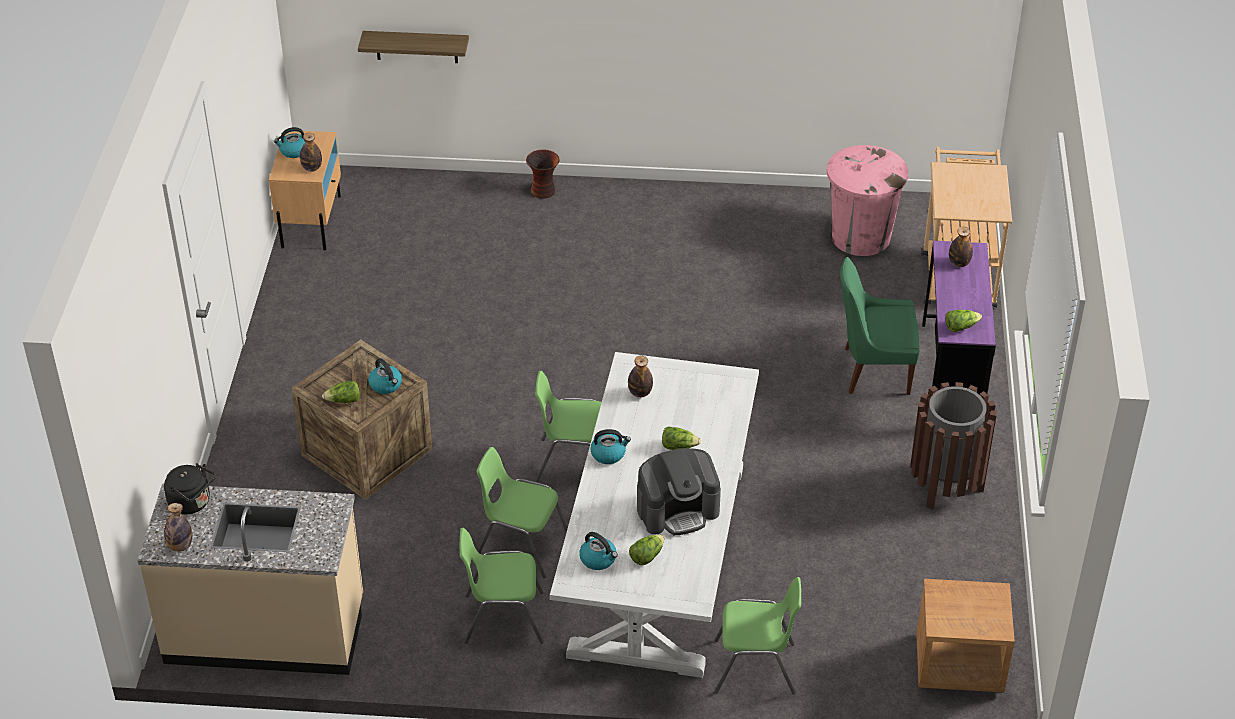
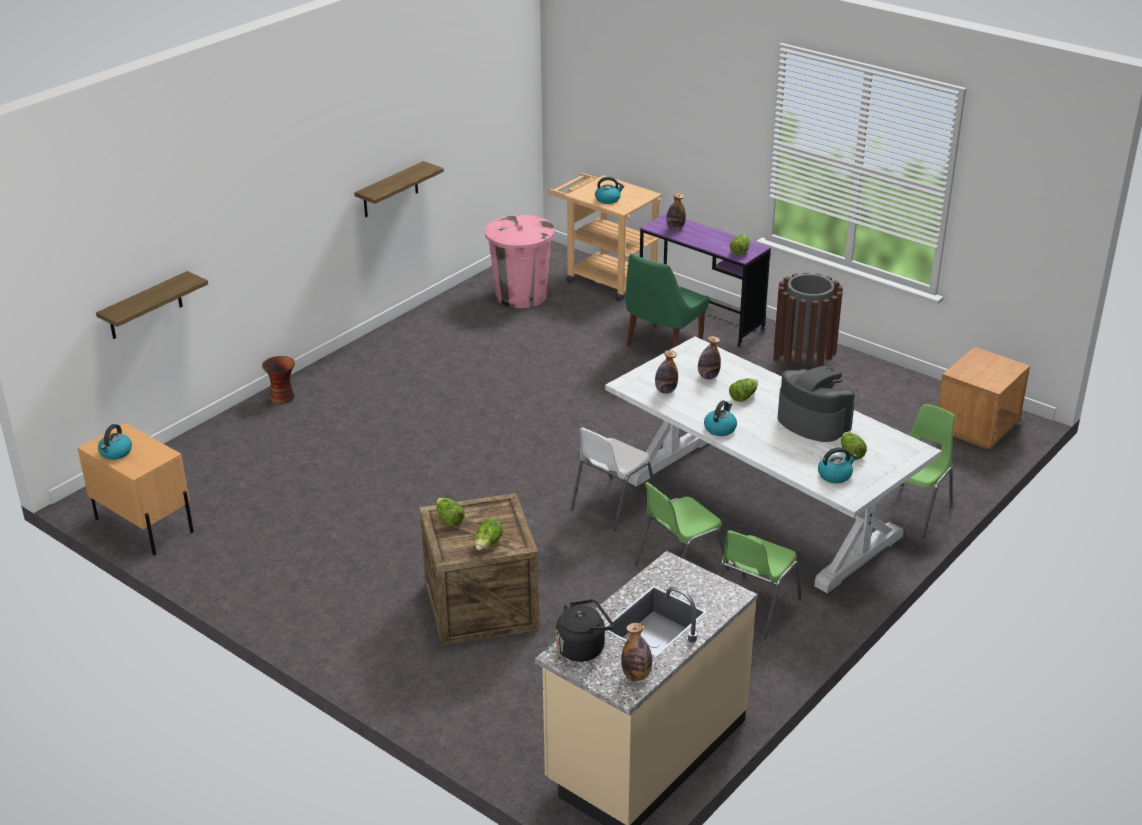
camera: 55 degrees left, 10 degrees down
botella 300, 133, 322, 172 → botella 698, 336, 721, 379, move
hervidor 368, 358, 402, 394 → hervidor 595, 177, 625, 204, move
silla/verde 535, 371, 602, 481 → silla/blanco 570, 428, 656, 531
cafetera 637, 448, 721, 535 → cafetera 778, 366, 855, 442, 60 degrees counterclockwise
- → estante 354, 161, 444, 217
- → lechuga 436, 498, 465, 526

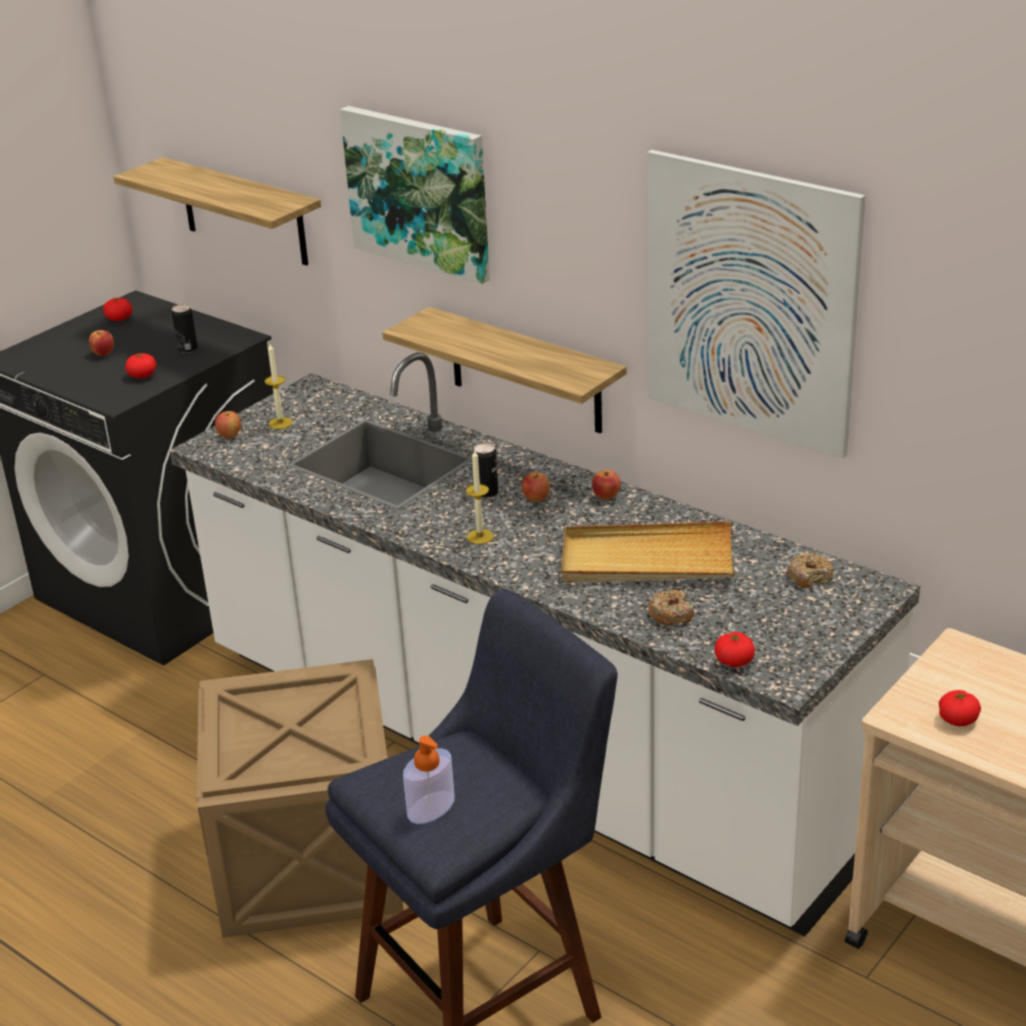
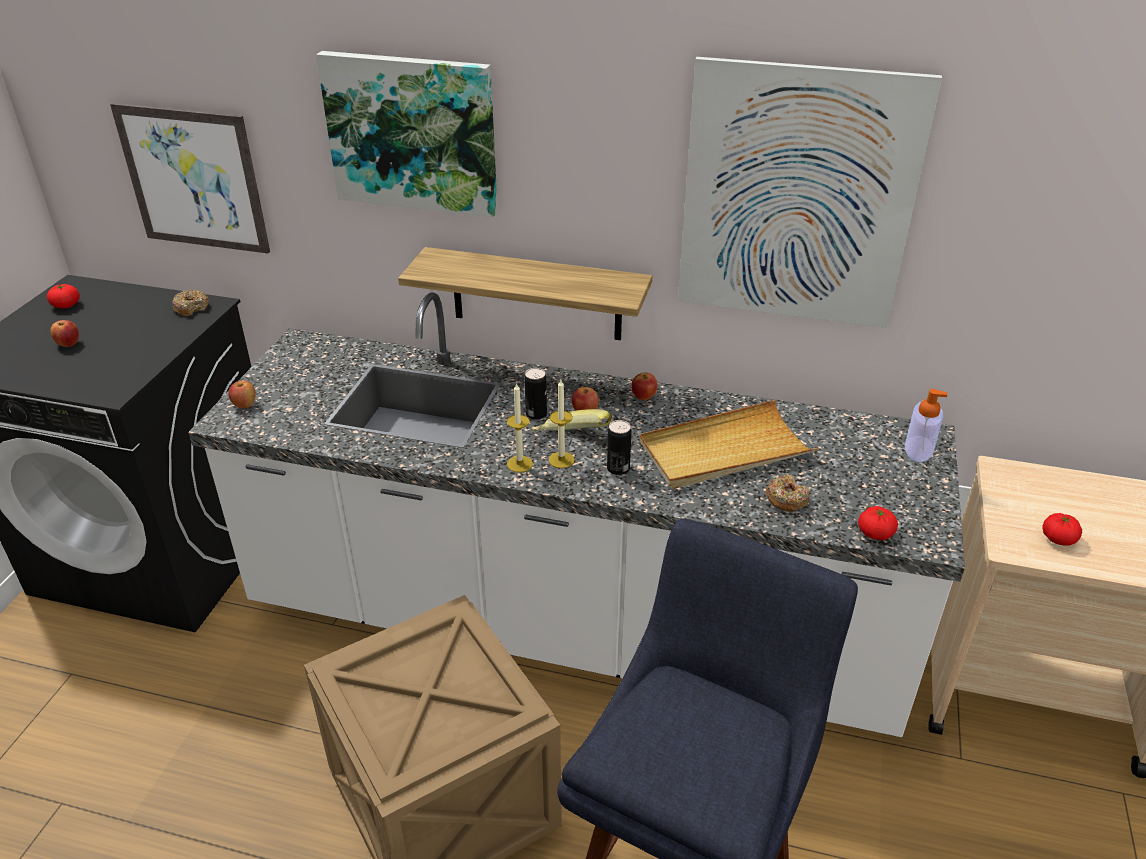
camera: 25 degrees left, 5 degrees up
estante 114, 157, 321, 266 → cuadro 110, 103, 270, 254
tomate 125, 353, 157, 378 → -
lata 172, 304, 198, 353 → lata 607, 420, 632, 475, move
vela 265, 344, 293, 429 → vela 507, 382, 533, 472, move
dispensador de jabón 403, 736, 455, 824 → dispensador de jabón 905, 389, 948, 462, move
rosquilla 787, 553, 833, 588 → rosquilla 172, 290, 209, 316, move
- → plátano 532, 409, 612, 431

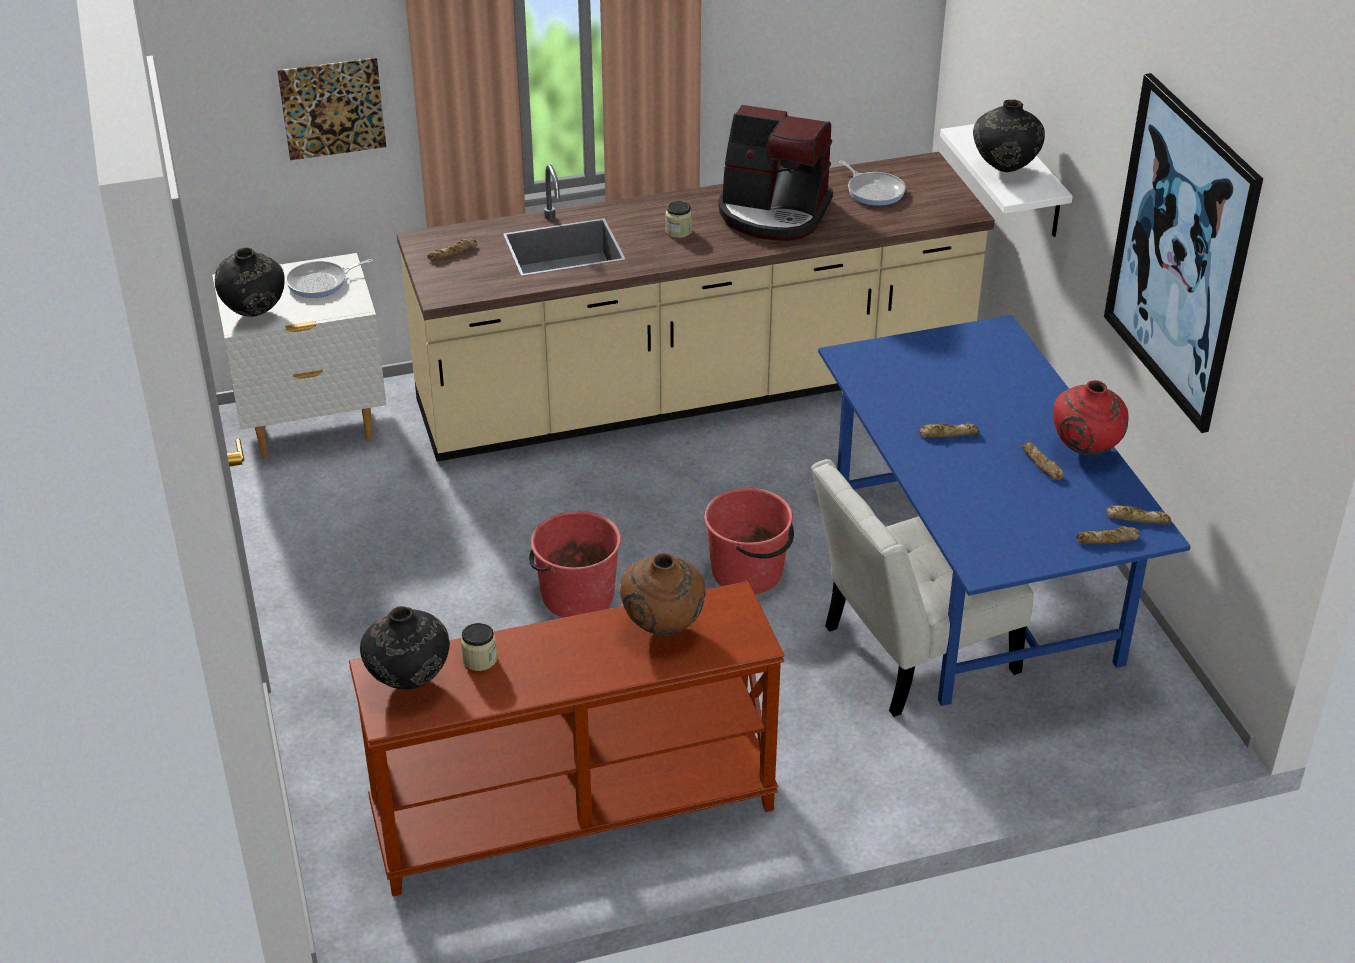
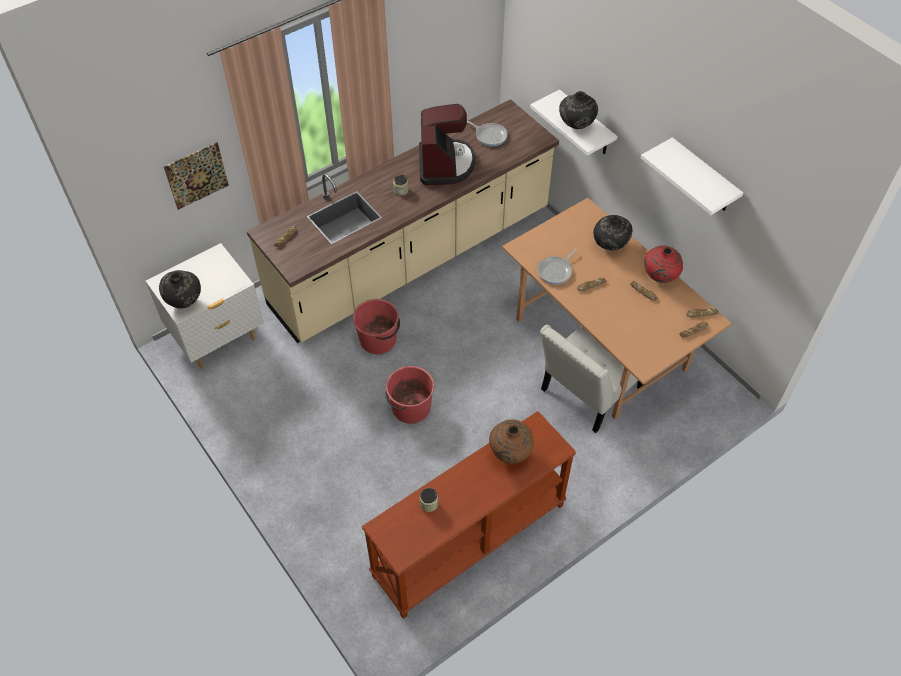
camera: 20 degrees left, 15 degrees up
sartén 286, 259, 373, 298 → sartén 537, 249, 577, 285, move
florero/negro 360, 606, 450, 689 → florero/negro 593, 215, 632, 250, move
cubo/rojo 704, 488, 794, 594 → cubo/rojo 353, 299, 400, 354, move
cafetera 719, 105, 833, 241 → cafetera 419, 104, 475, 185, 90 degrees counterclockwise
mesa de comedor/azul 818, 315, 1191, 706 → mesa de comedor/marrón 502, 198, 732, 420
cuadro 1104, 73, 1263, 433 → estante/blanco 641, 137, 743, 215

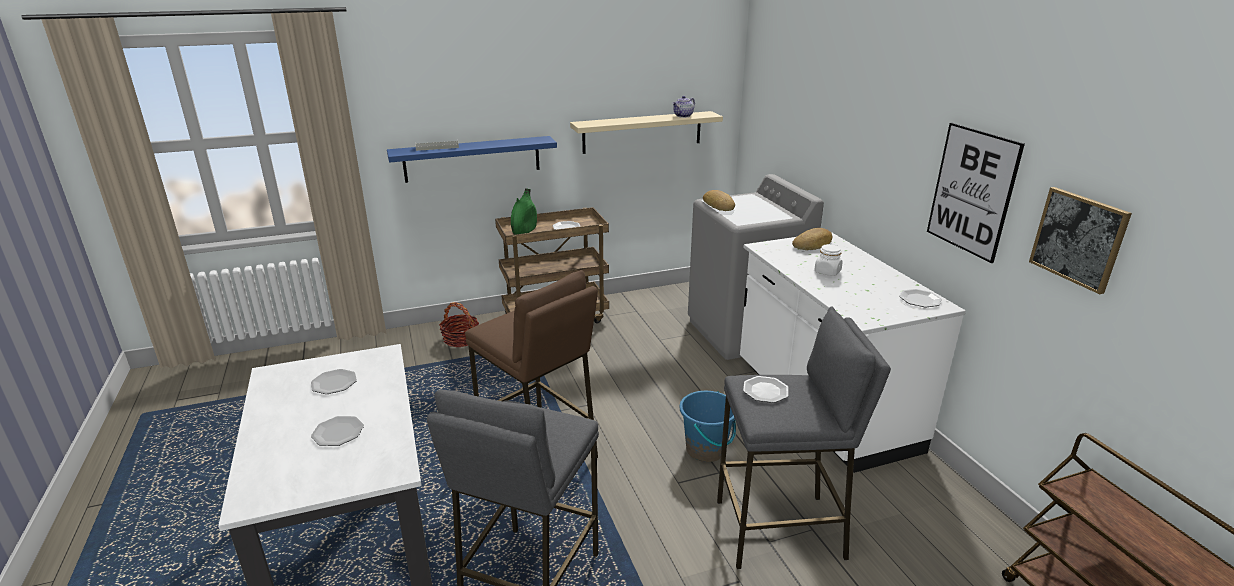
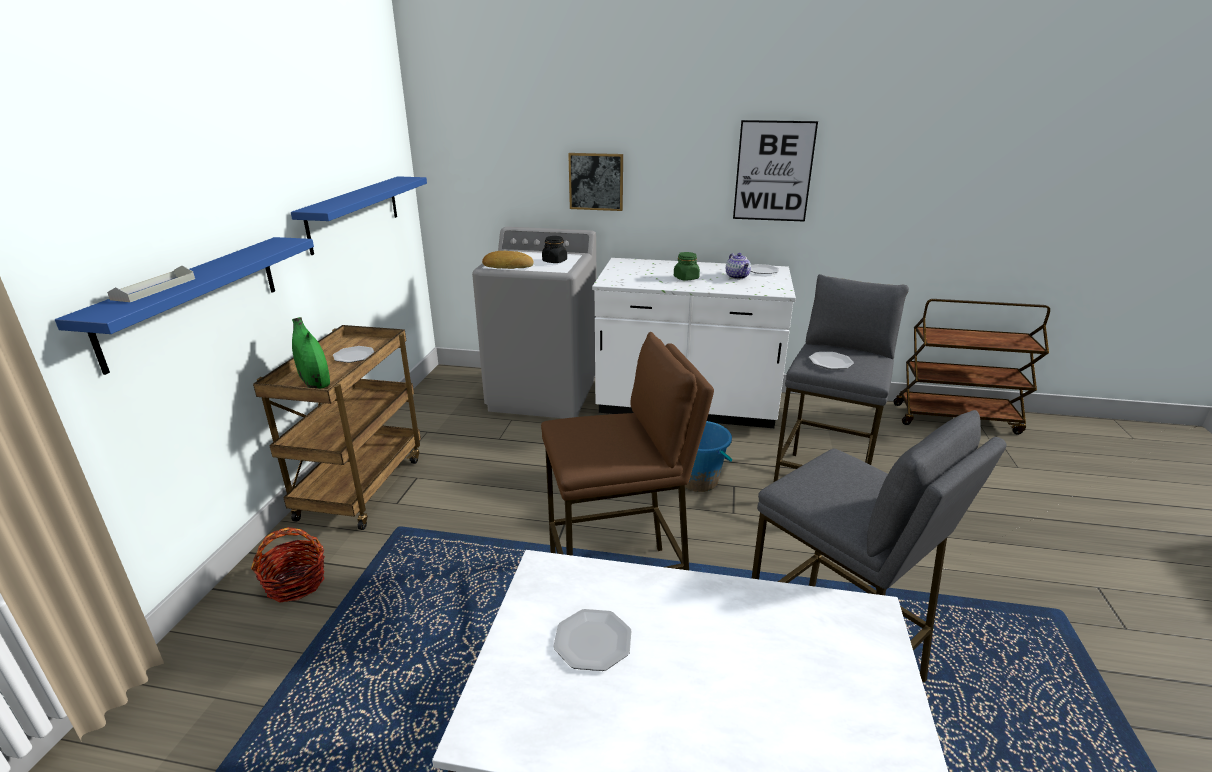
camera: 60 degrees left, 0 degrees up
plato 311, 416, 364, 446 → -
estante/beis 570, 111, 723, 154 → estante/azul 291, 176, 427, 255
tetera 672, 96, 695, 118 → tetera 726, 253, 751, 279, move
pan 792, 228, 832, 250 → -
tarro/blanco 814, 244, 843, 276 → tarro/verde 674, 252, 700, 281
cuadro 1029, 187, 1132, 294 → cuadro 568, 153, 623, 211, move
- → tarro/negro 542, 236, 567, 263

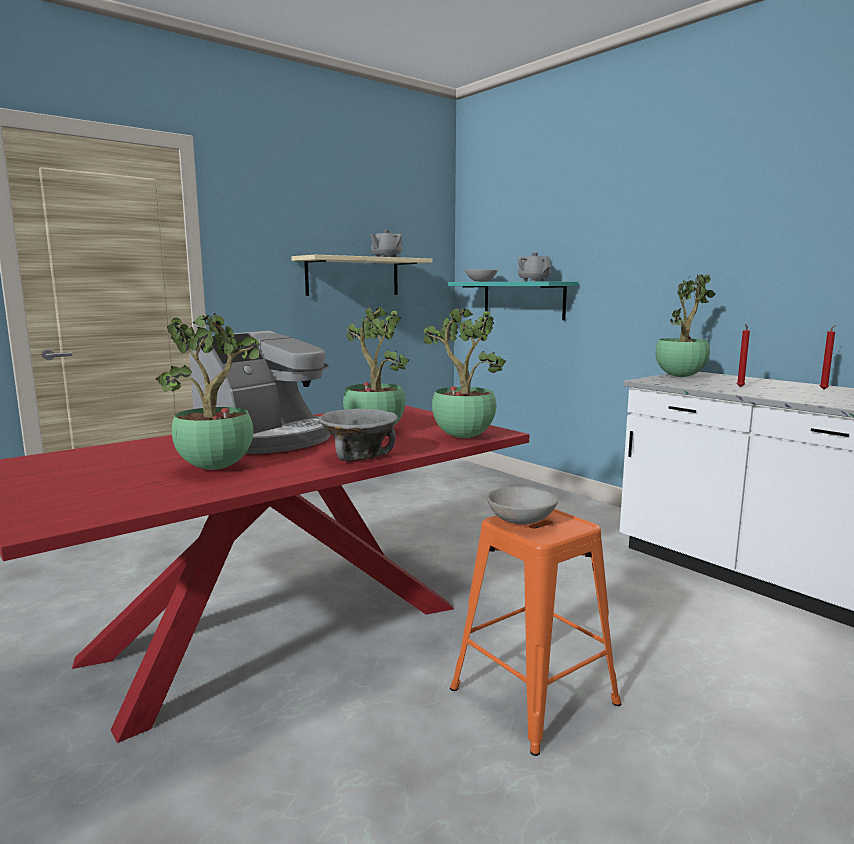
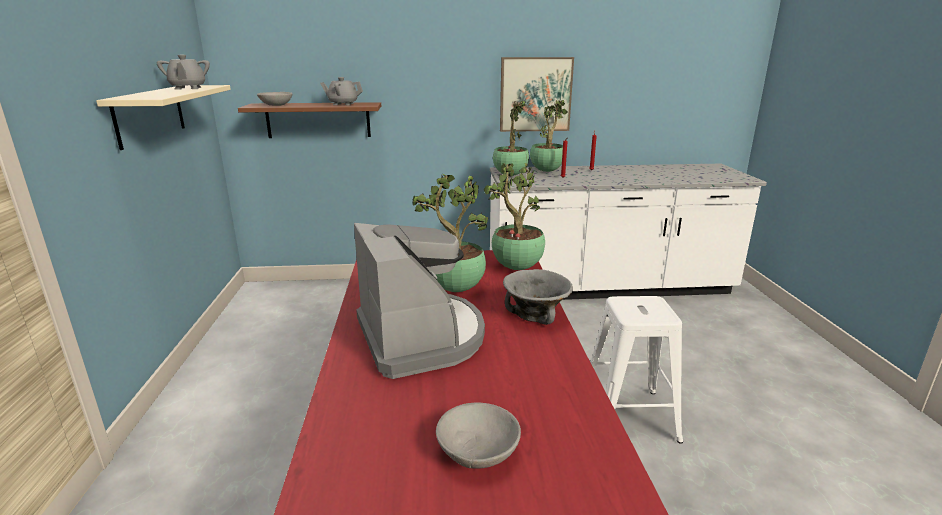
camera: 55 degrees left, 10 degrees up
planta en maceta 156, 313, 261, 470 → planta en maceta 530, 99, 568, 172, move
estante/turquesa 448, 281, 579, 320 → estante/marrón 238, 102, 381, 138
taburete/naranja 450, 509, 621, 756 → taburete/blanco 590, 296, 683, 444
cuenco/gris 487, 486, 558, 525 → cuenco/gris 436, 403, 521, 469, move
- → cuadro 500, 57, 574, 132

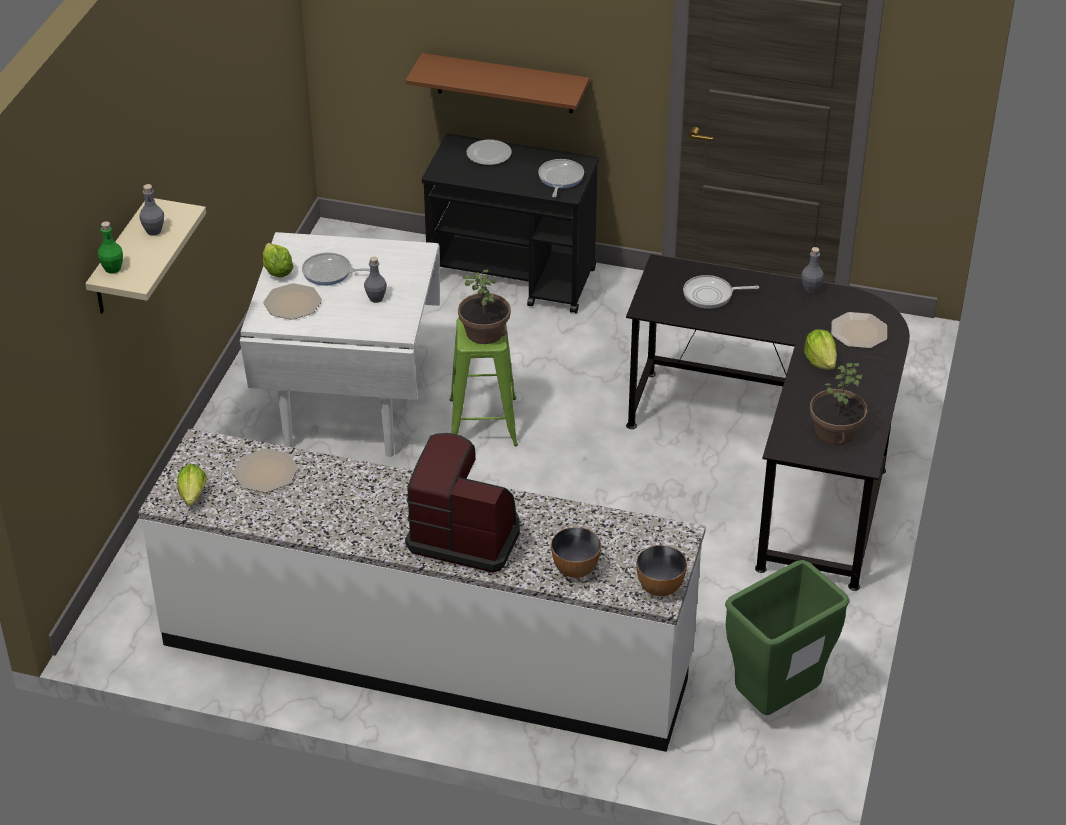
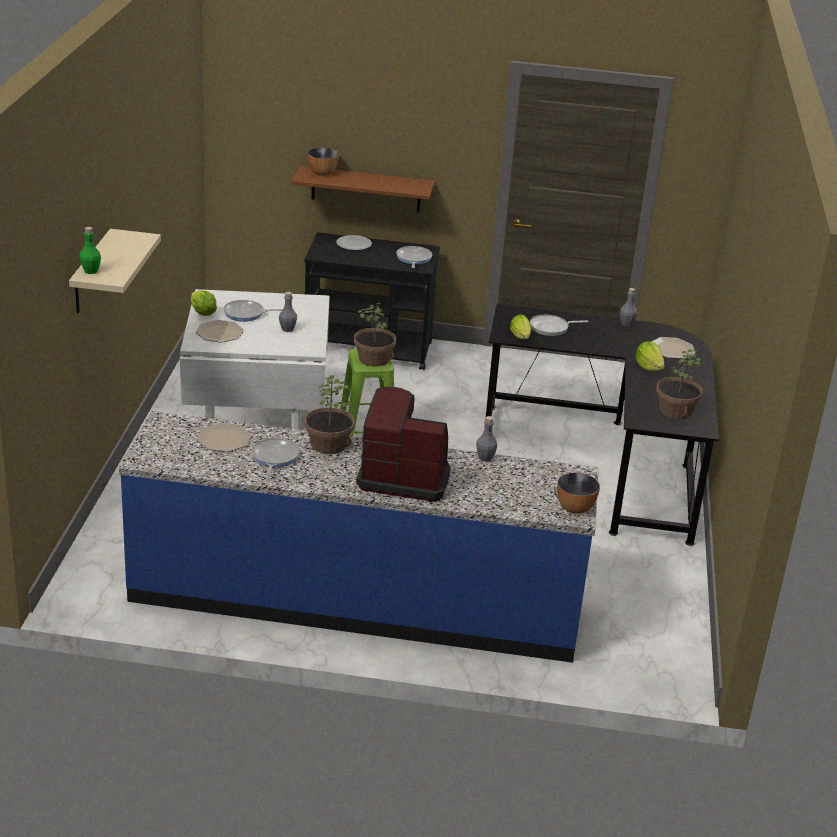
camera: 10 degrees left, 10 degrees down
mueble bajo de cocina/blanco 138, 428, 706, 752 → mueble bajo de cocina/azul 119, 411, 599, 663
botella/gris 139, 184, 164, 236 → botella/gris 476, 416, 497, 462, move
lechuga 178, 464, 207, 506 → lechuga 510, 314, 531, 339, move
cuenco 551, 527, 601, 578 → cuenco 308, 148, 339, 176, move
papelera/verde 725, 560, 850, 715 → -
- → sartén 251, 438, 299, 476
- → planta en maceta 304, 375, 355, 454

